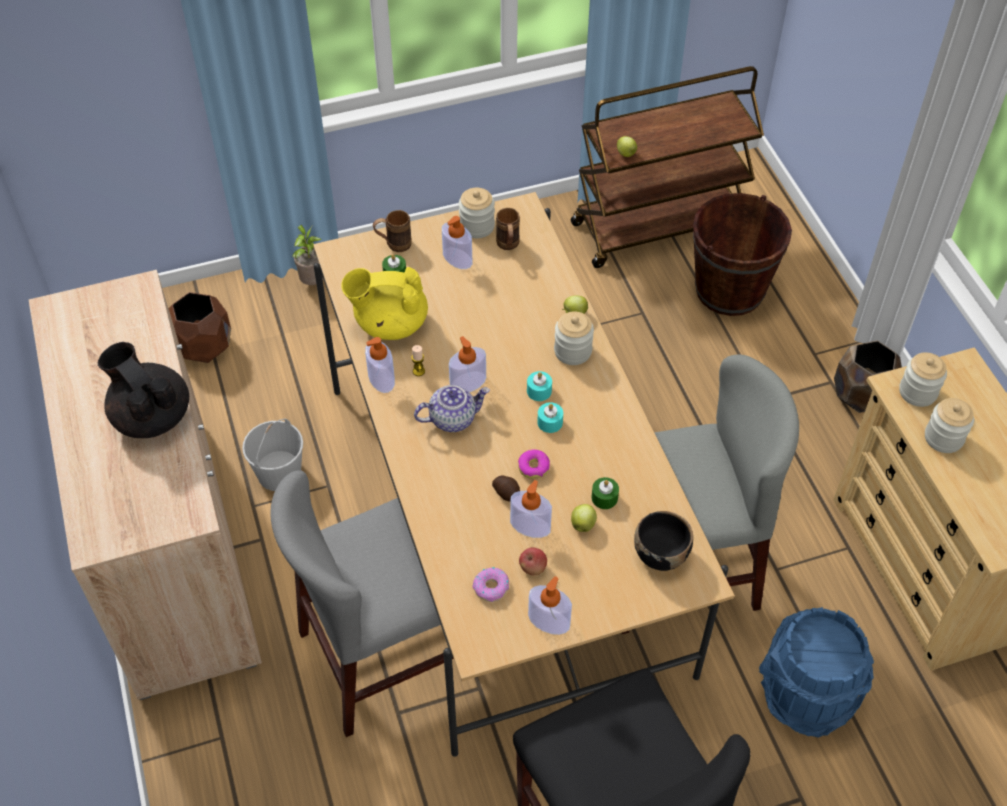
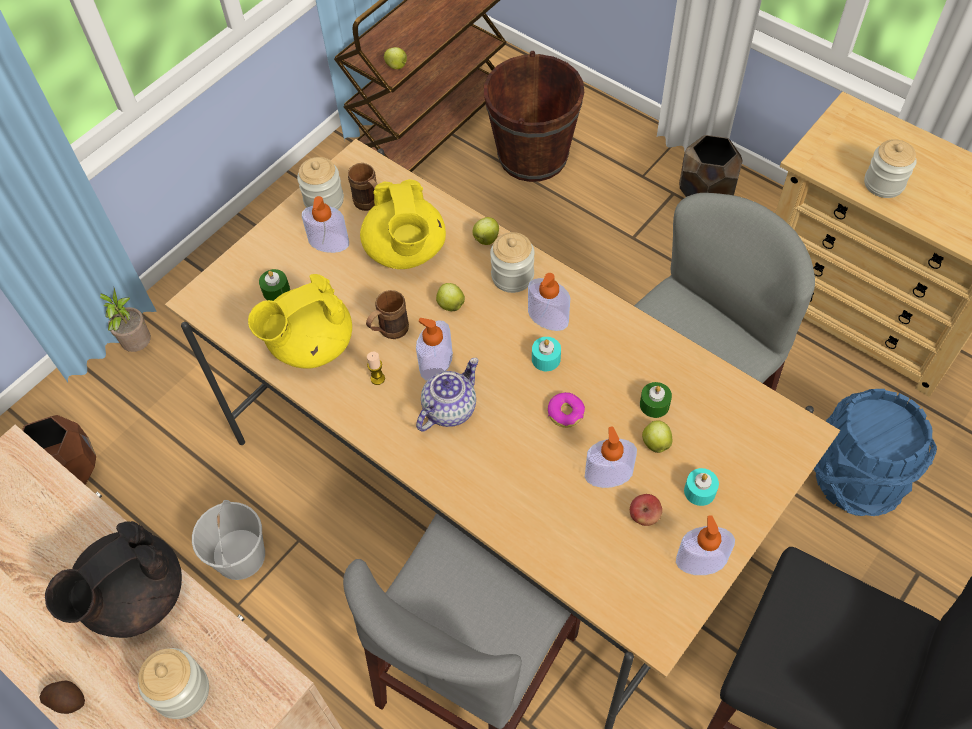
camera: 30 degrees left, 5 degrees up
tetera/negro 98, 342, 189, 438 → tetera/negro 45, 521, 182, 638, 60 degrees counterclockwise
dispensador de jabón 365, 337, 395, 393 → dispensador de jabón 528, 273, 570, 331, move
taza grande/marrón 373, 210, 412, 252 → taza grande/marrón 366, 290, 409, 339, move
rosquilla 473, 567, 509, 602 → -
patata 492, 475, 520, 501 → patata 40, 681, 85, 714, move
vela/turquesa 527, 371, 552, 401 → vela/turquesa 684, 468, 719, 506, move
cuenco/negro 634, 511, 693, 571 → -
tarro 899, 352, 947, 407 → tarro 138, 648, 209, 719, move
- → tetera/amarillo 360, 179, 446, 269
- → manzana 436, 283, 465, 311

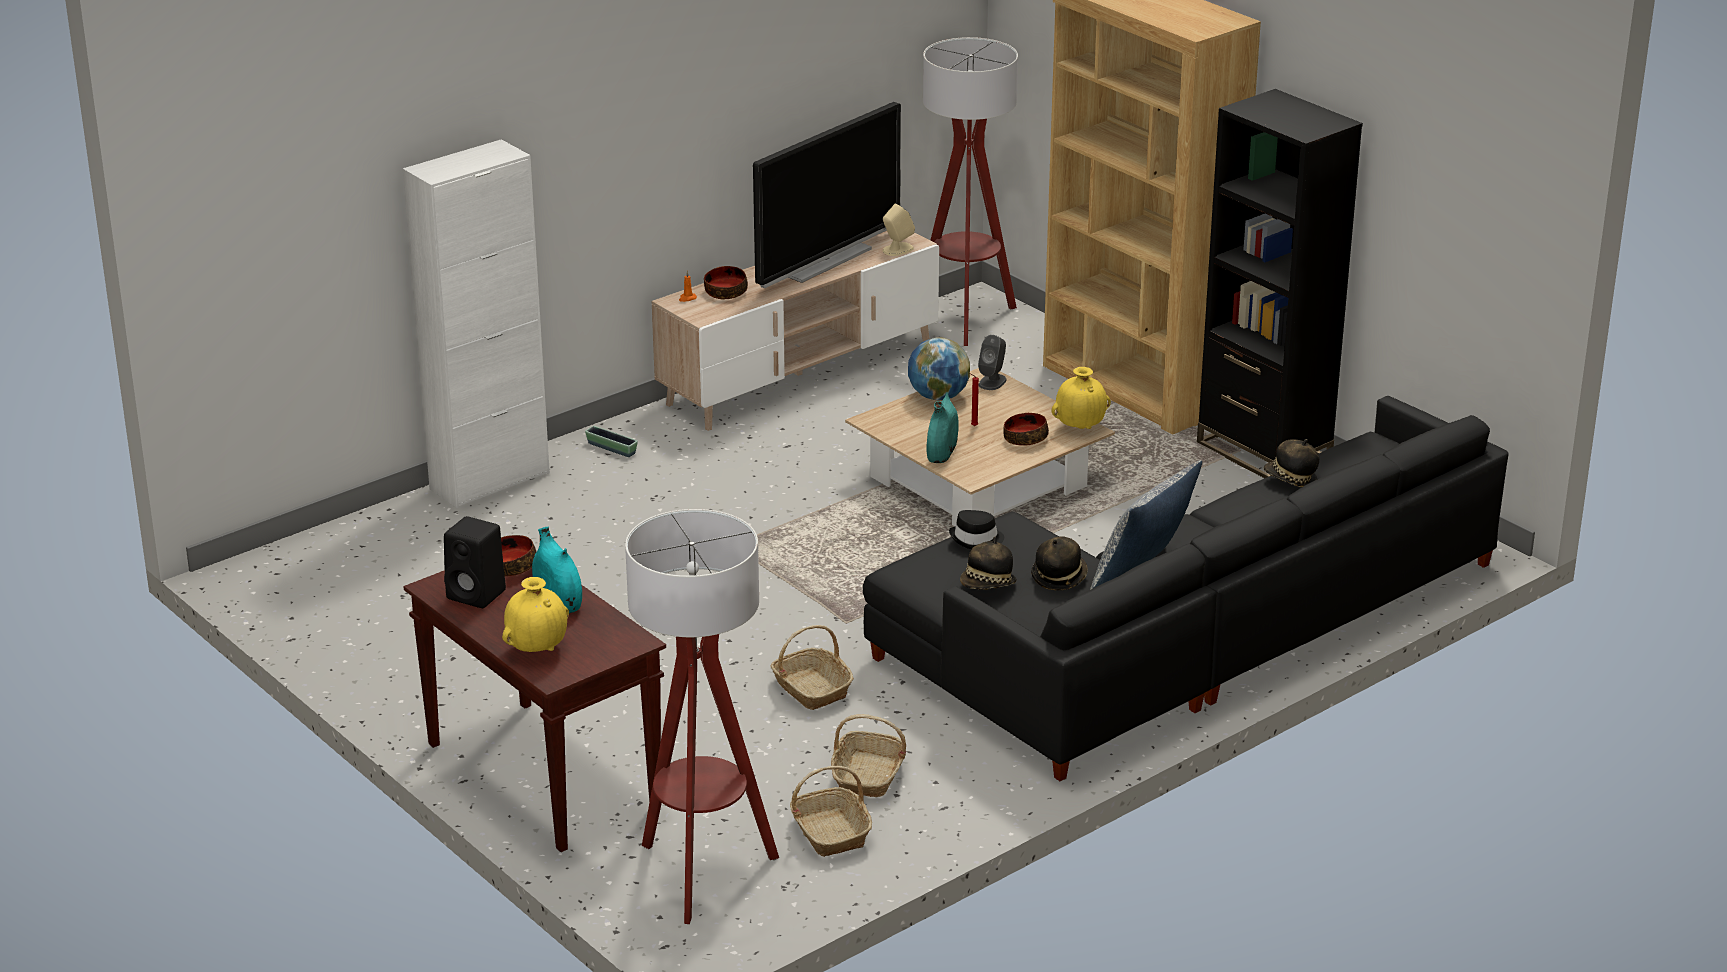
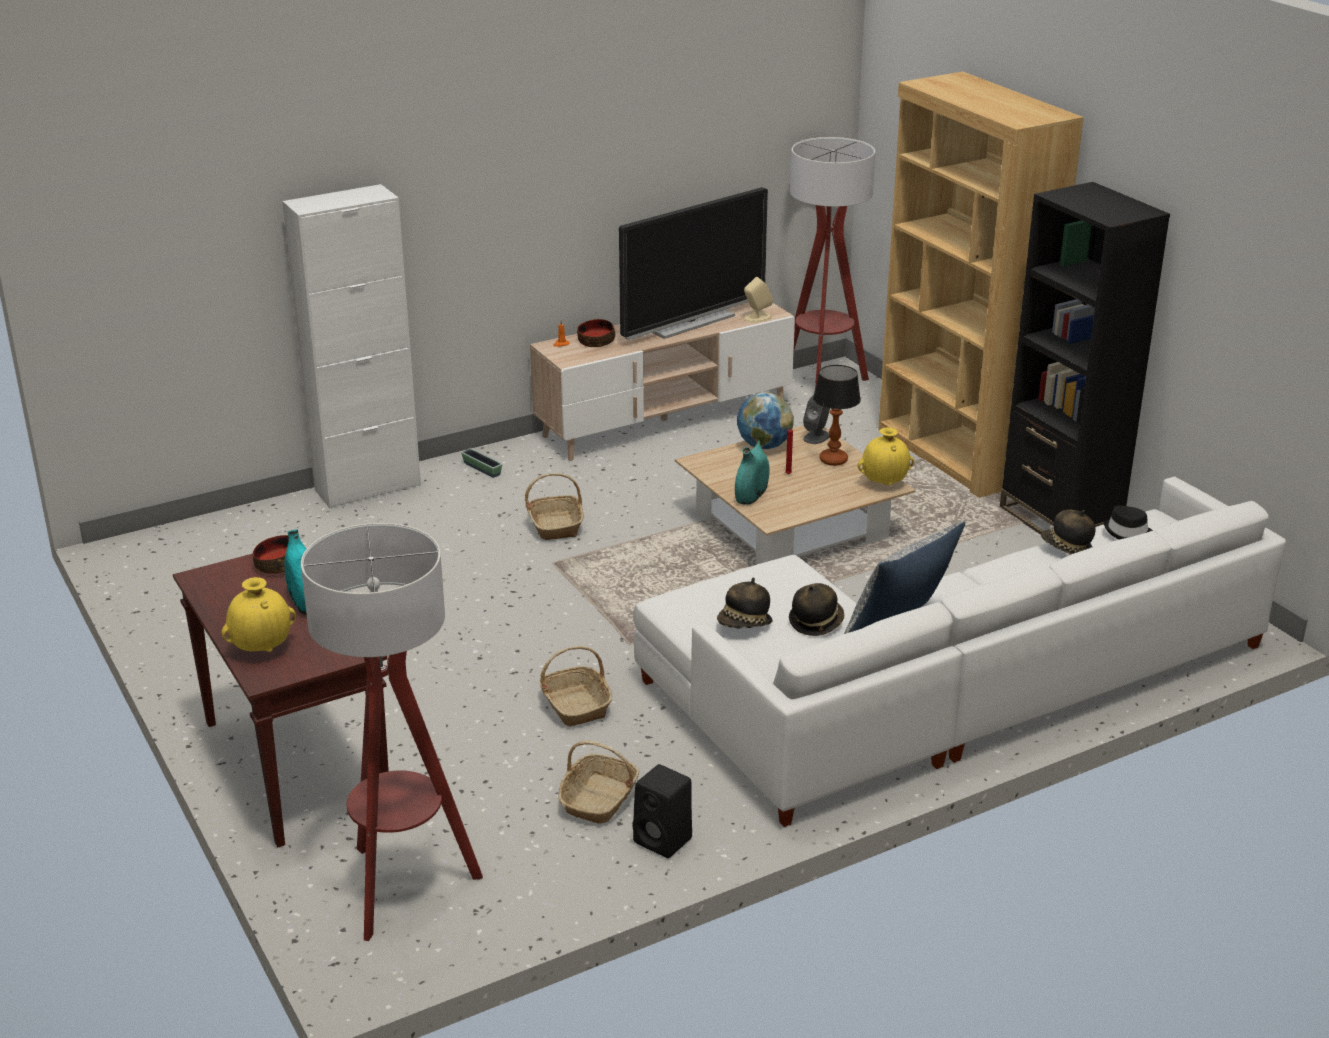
camera: 10 degrees right, 0 degrees up
altavoz/negro 444, 516, 506, 608 → altavoz/negro 632, 764, 692, 858, move
cesta 790, 766, 872, 857 → cesta 525, 473, 584, 540, move
sofá/negro 863, 396, 1509, 781 → sofá/blanco 633, 477, 1286, 827
sombrero/negro 949, 510, 1004, 549 → sombrero/negro 1103, 505, 1153, 540, move
cuenco 1003, 413, 1049, 446 → -
- → lámpara de mesa 813, 365, 861, 466

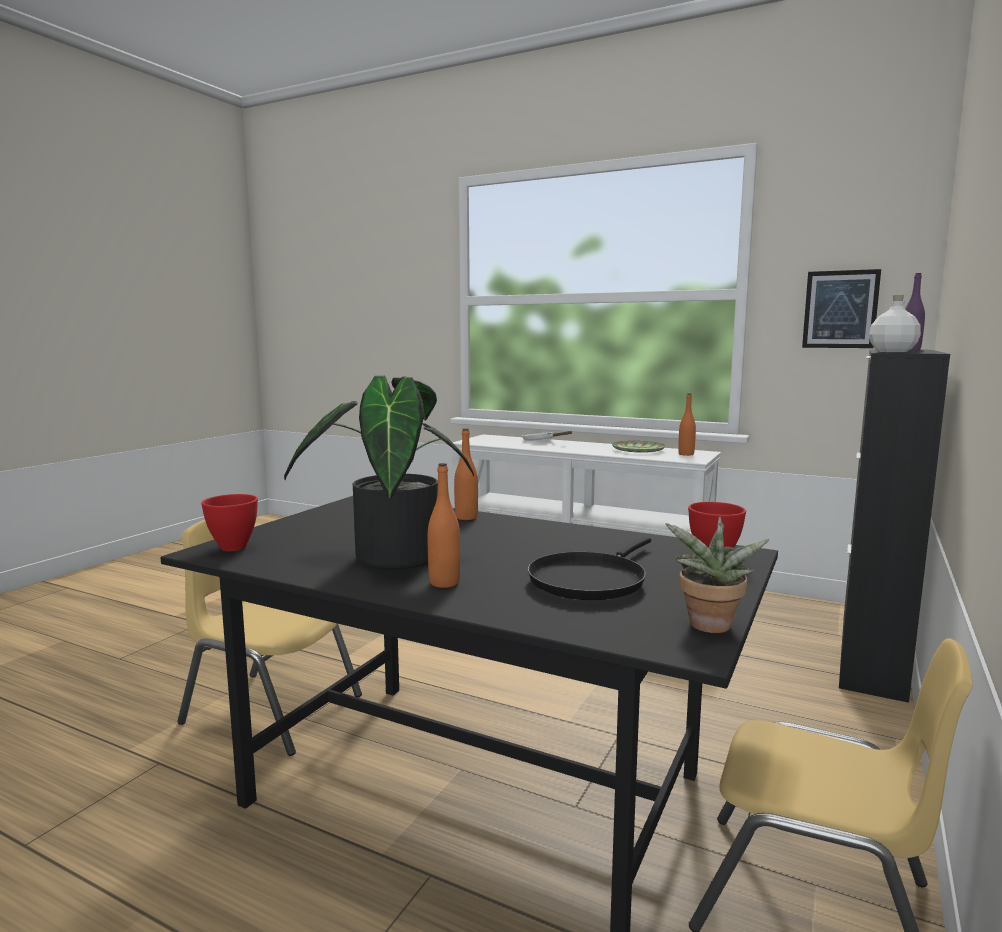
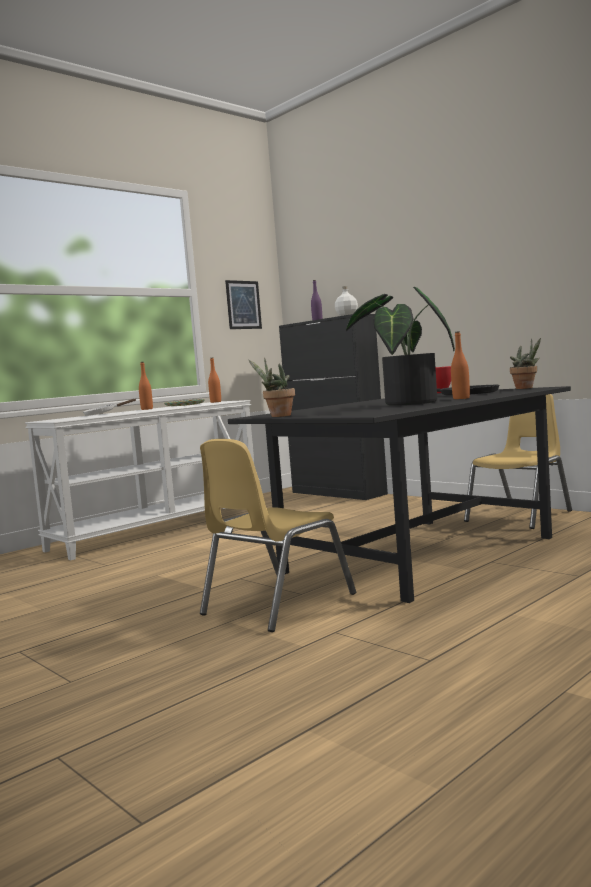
camera: 70 degrees left, 5 degrees down
cuenco/rojo 201, 494, 258, 551 → -
botella/naranja 454, 428, 478, 520 → botella/naranja 139, 362, 153, 410, move
- → planta en maceta 249, 358, 295, 417

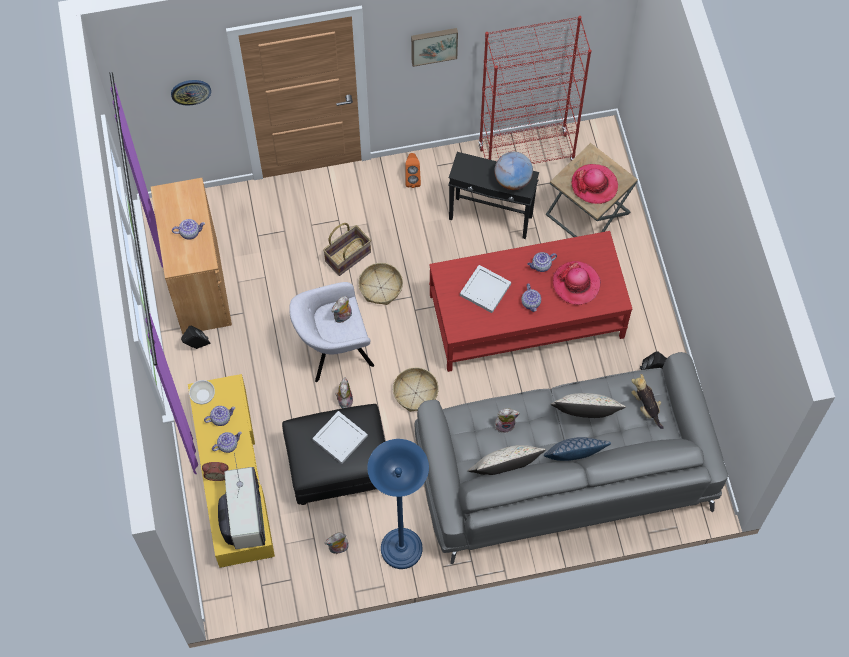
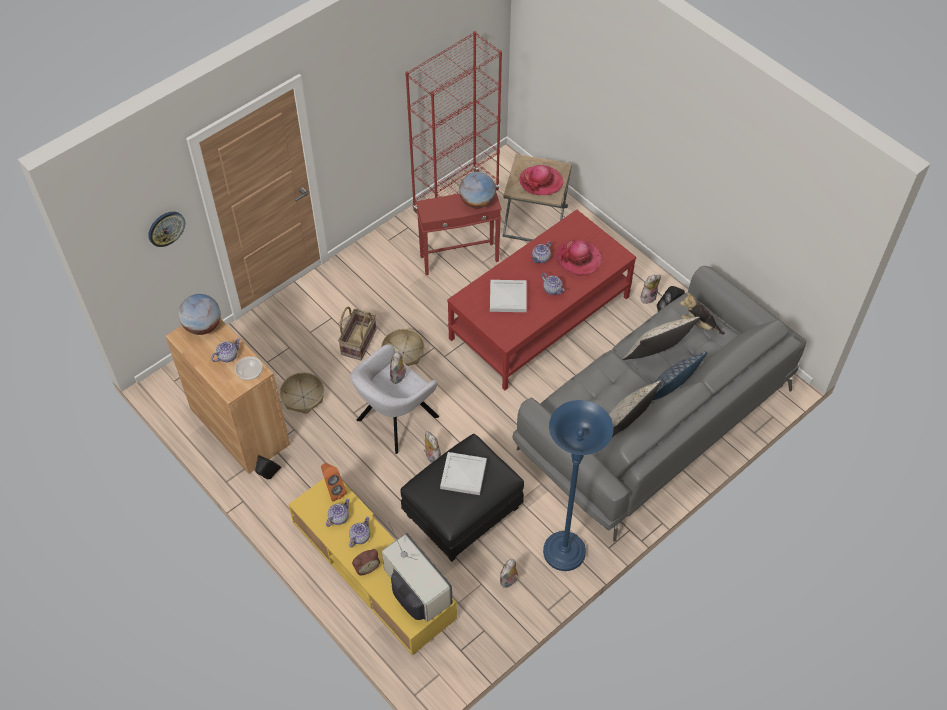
camera: 30 degrees left, 10 degrees down
cuenco 189, 380, 215, 404 → cuenco 235, 356, 262, 380, move
cesta 393, 367, 439, 412 → cesta 280, 372, 324, 414, move
altavoz/naranja 405, 153, 421, 188 → altavoz/naranja 321, 463, 347, 501, move
cuadro 411, 28, 458, 67 → -
mesa auxiliar/negro 448, 152, 539, 239 → mesa auxiliar/rojo 416, 193, 502, 275
peluche 494, 408, 520, 433 → peluche 641, 275, 661, 304, move
- → globo terráqueo 179, 294, 221, 335

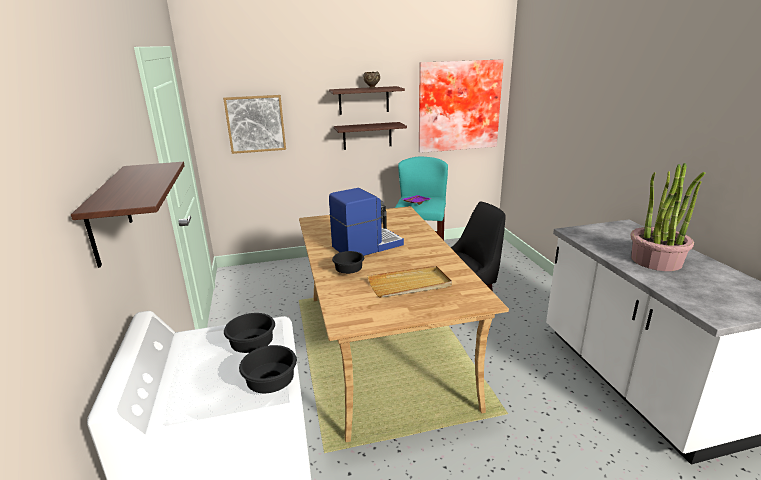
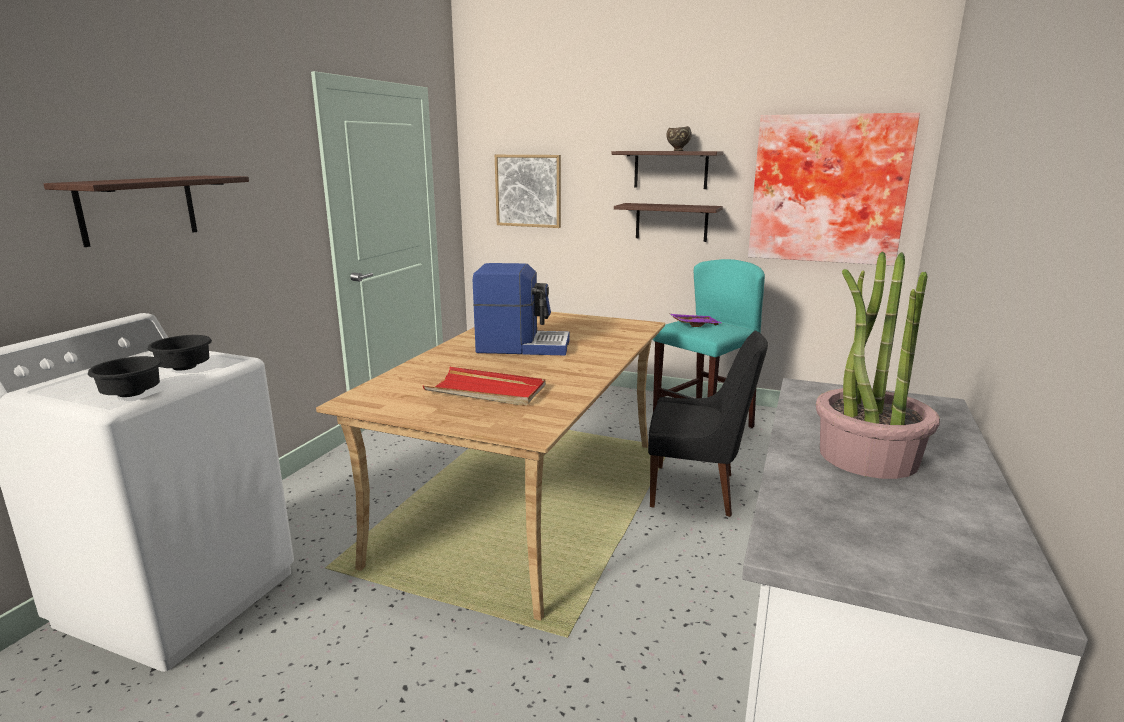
camera: 35 degrees right, 5 degrees down
cuenco/negro 332, 251, 365, 274 → -
bandeja/beis 368, 266, 452, 298 → bandeja/rojo 423, 367, 545, 406

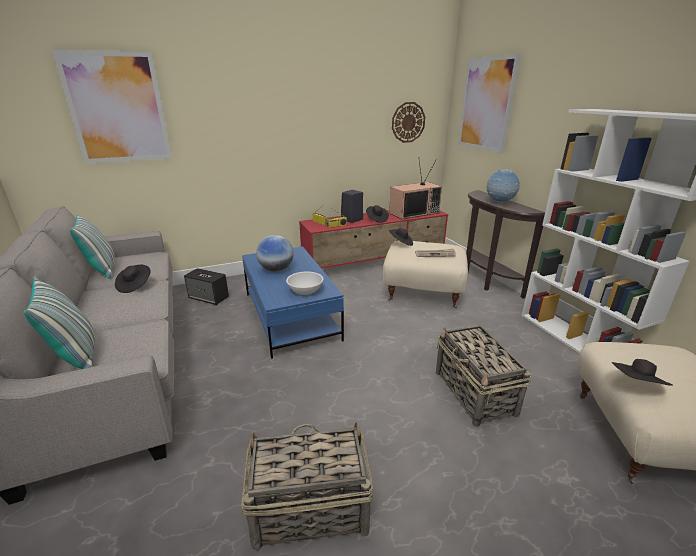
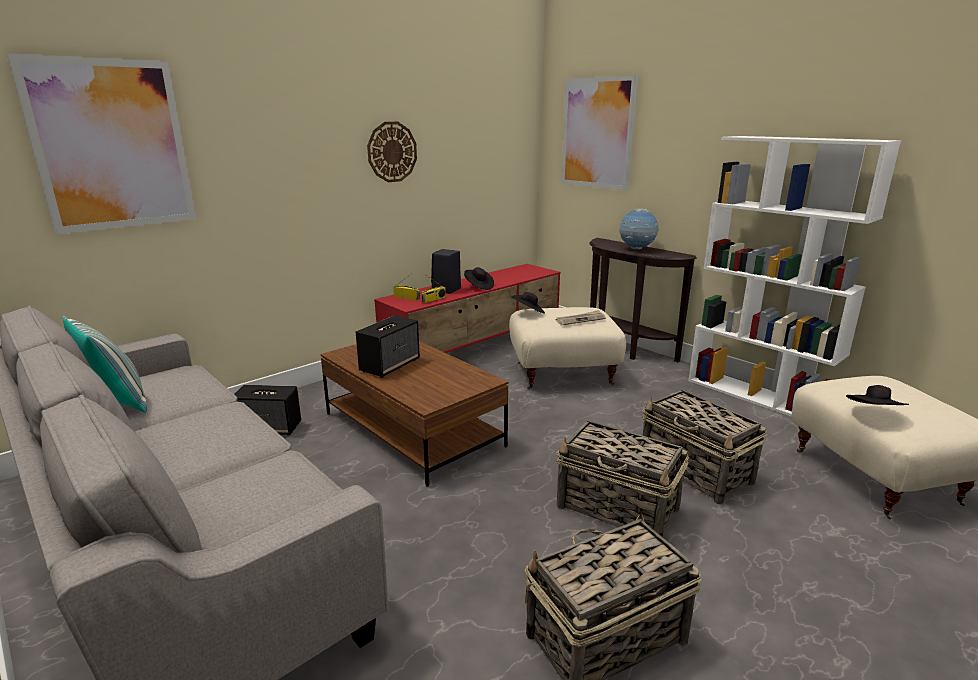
camera: 20 degrees left, 5 degrees down
cojín 24, 277, 95, 369 → -
sombrero/negro 115, 265, 151, 293 → -
mesa de centro/azul 242, 246, 344, 359 → mesa de centro/marrón 321, 341, 508, 487
globo terráqueo 256, 235, 294, 272 → altavoz 356, 315, 420, 378
cuenco/blanco 286, 272, 323, 295 → -
televisor 389, 159, 442, 219 → -
reloj de pared 392, 102, 425, 143 → reloj de pared 367, 122, 417, 182, move
- → cesta 557, 420, 689, 537

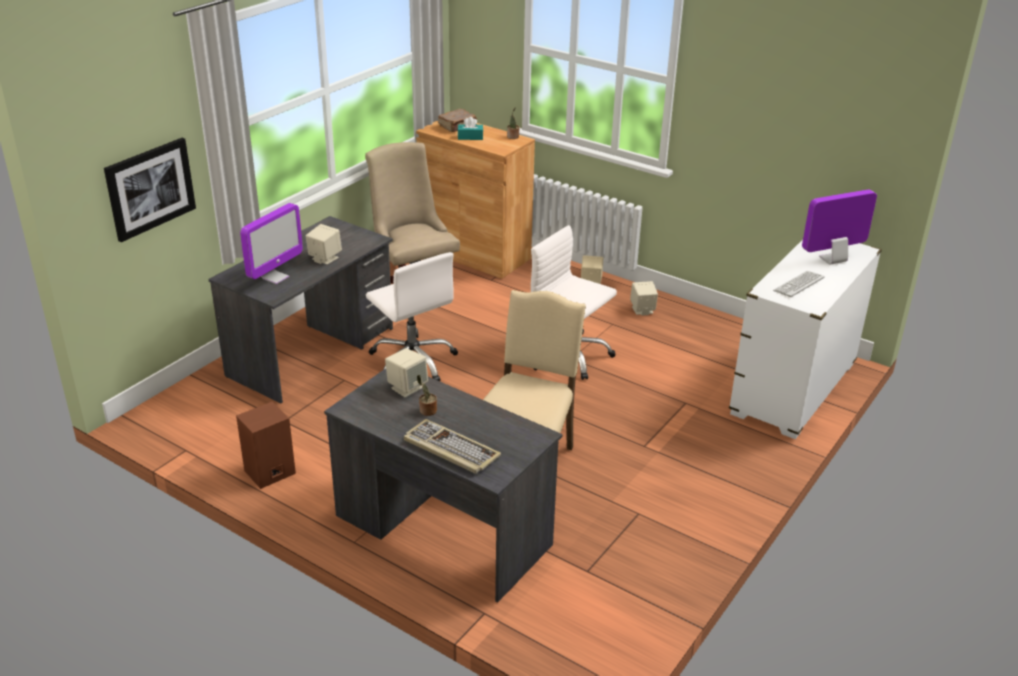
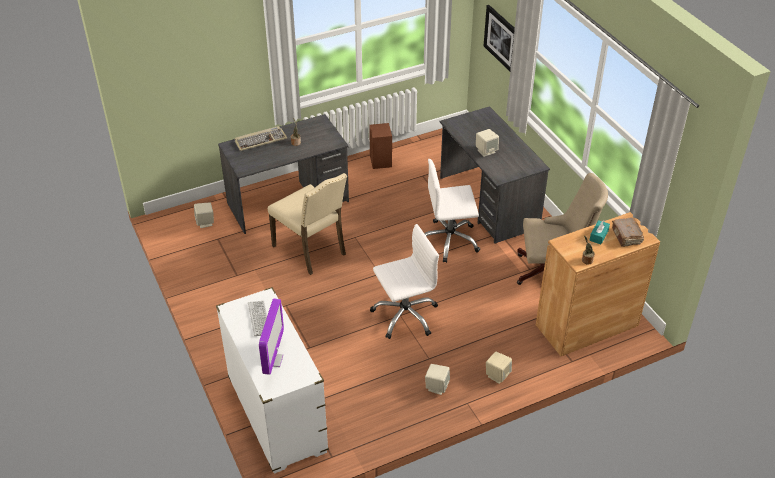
camera: 120 degrees right, 10 degrees up
monitor 240, 203, 303, 284 → -
altavoz/beis 385, 348, 428, 398 → altavoz/beis 194, 202, 214, 228, move

